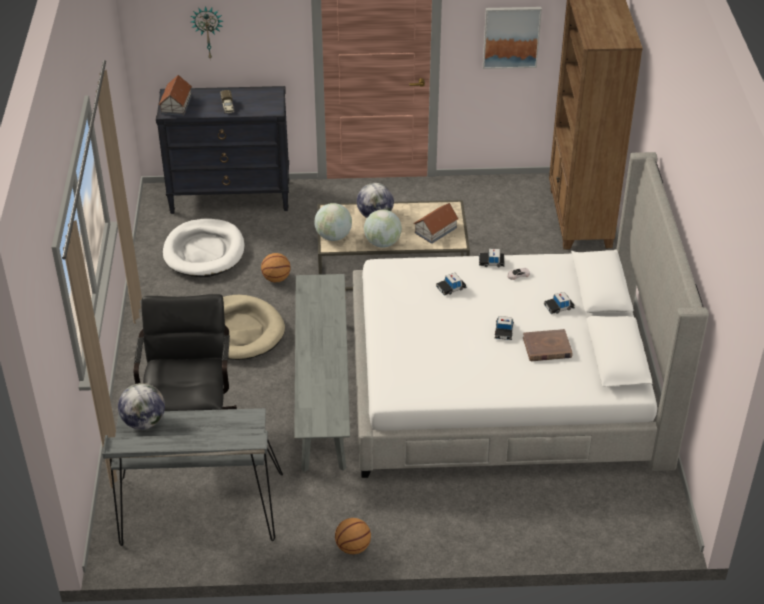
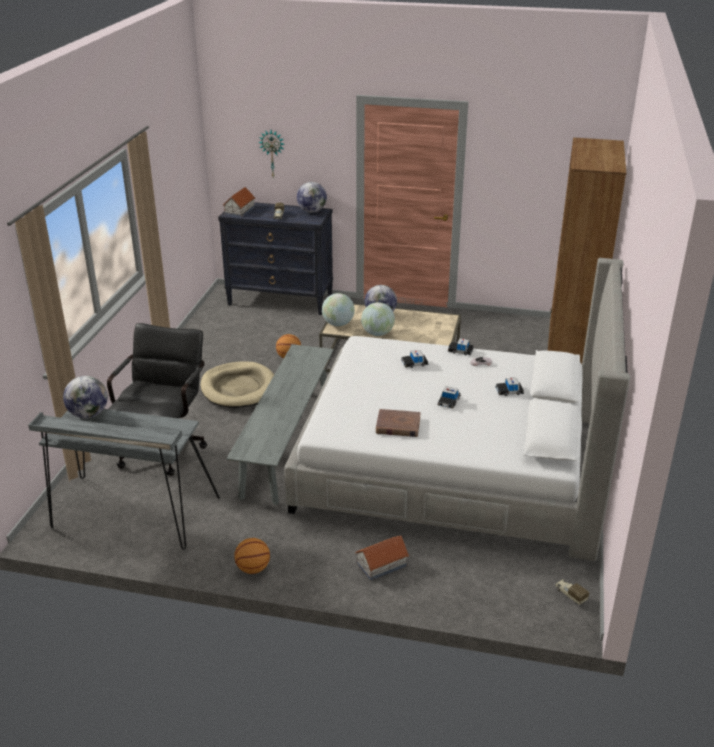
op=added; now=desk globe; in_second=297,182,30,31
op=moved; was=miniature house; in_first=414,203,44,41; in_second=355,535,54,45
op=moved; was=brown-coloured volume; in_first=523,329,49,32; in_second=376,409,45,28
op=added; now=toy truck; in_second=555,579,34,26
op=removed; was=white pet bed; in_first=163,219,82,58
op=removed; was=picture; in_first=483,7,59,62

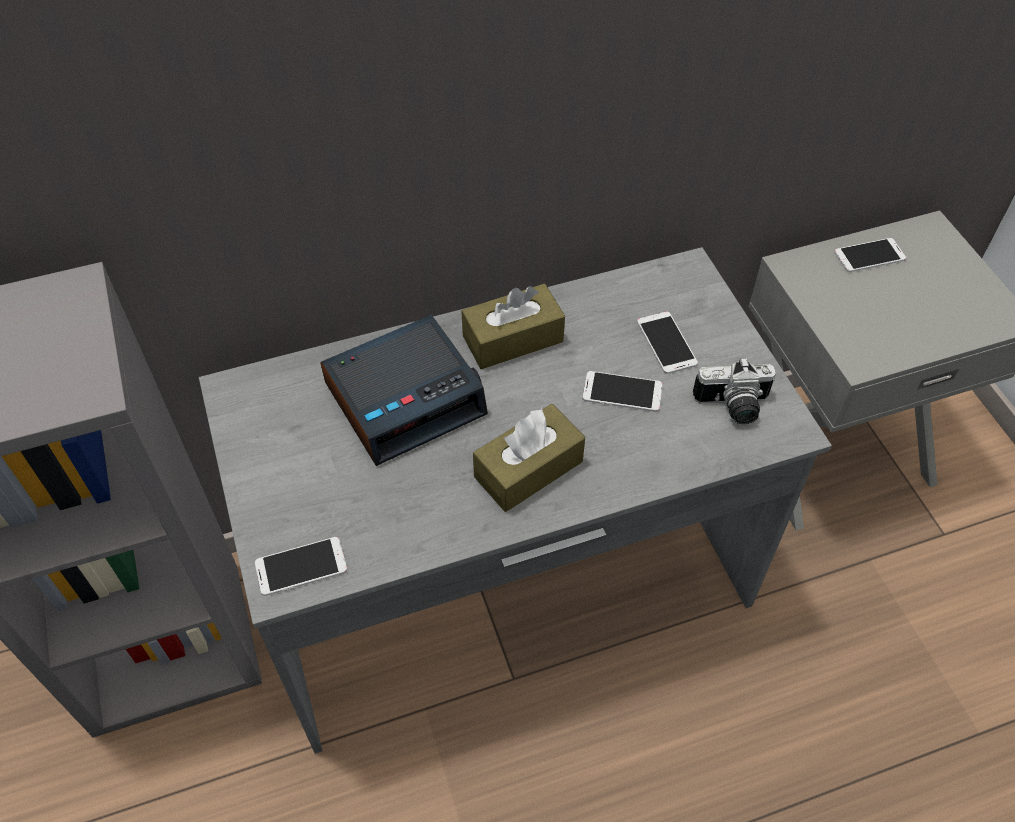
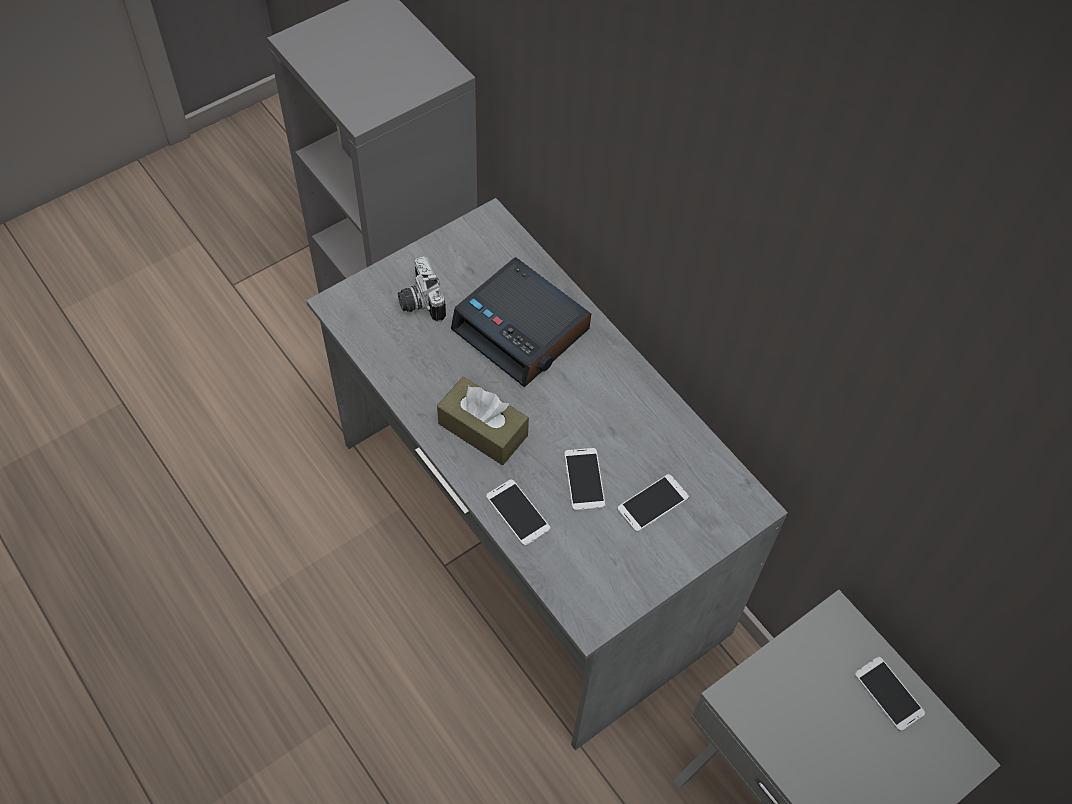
op=moved; was=photo camera; in_first=693,357,83,67; in_second=398,256,48,66
op=moved; was=phone; in_first=255,537,92,59; in_second=486,479,65,67
op=removed; was=brown-coloured box of tissues; in_first=461,284,104,85

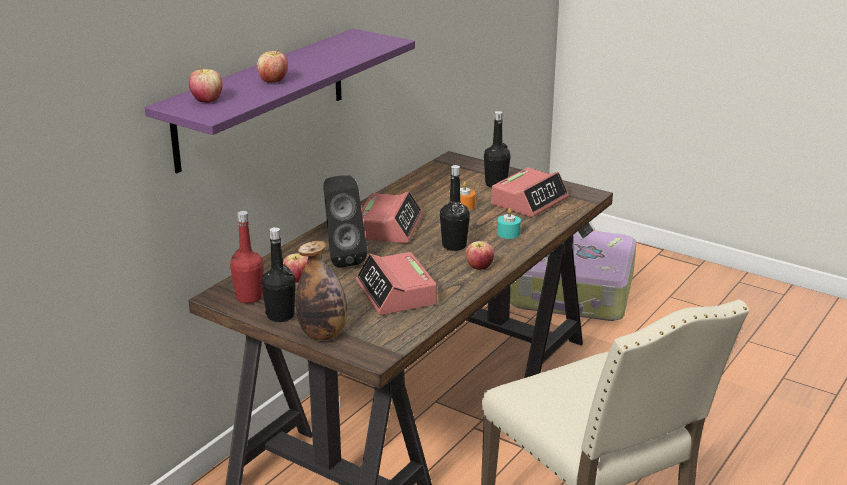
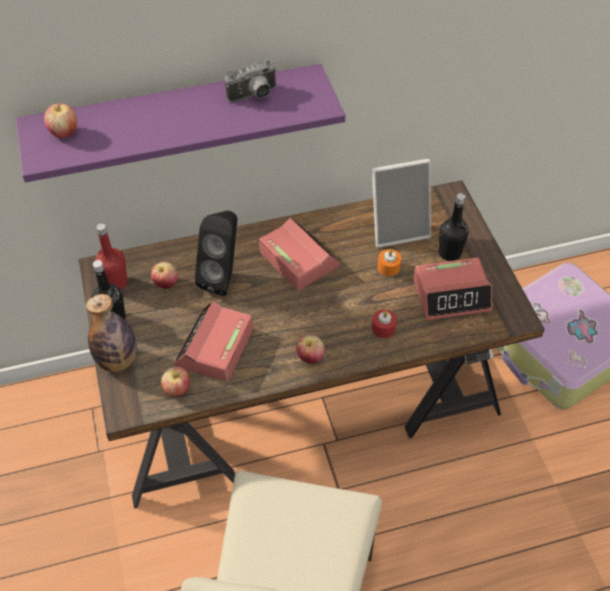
op=moved; was=apple; in_first=257,49,31,34; in_second=161,367,29,29
op=added; now=photo camera; in_second=225,61,52,41
op=turned; was=bedside clock; in_first=361,191,62,52; in_second=259,218,81,72; clockwise=-90
op=added; now=picture frame; in_second=372,159,59,89
op=recoloured; was=blue-green wax candle; now=red-coloured wax candle; in_first=497,208,24,31; in_second=372,309,25,29
op=removed; was=blackish drink bottle; in_first=440,165,30,86

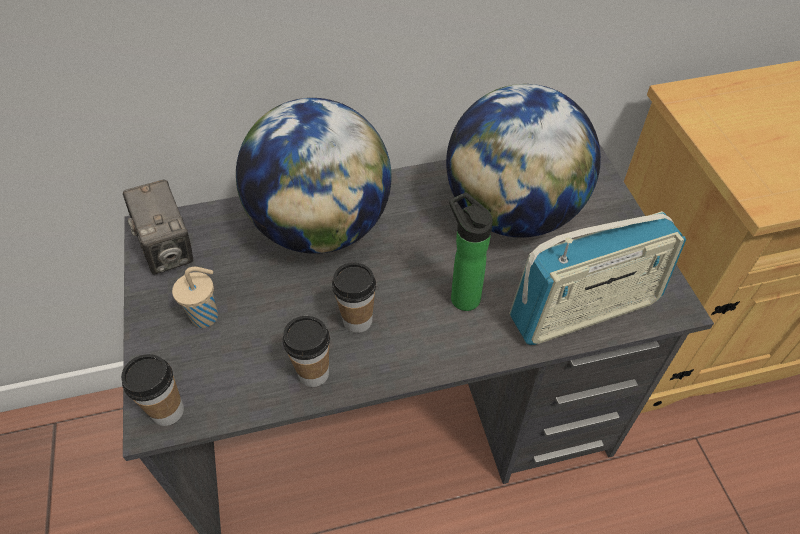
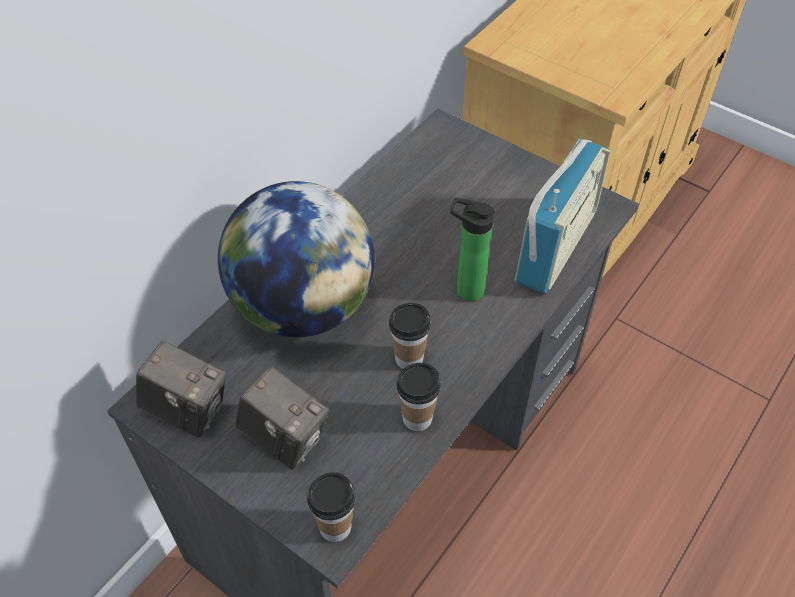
op=replaced; was=beige-coloured cup; now=photo camera; in_first=172,267,46,61; in_second=235,367,94,102
op=removed; was=desk globe; in_first=446,84,155,154

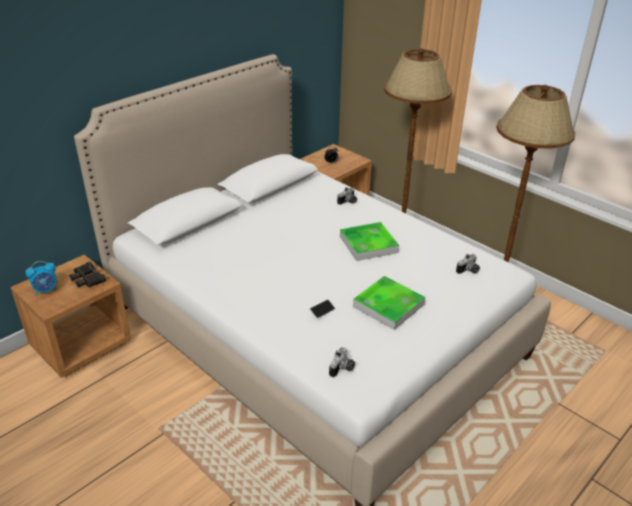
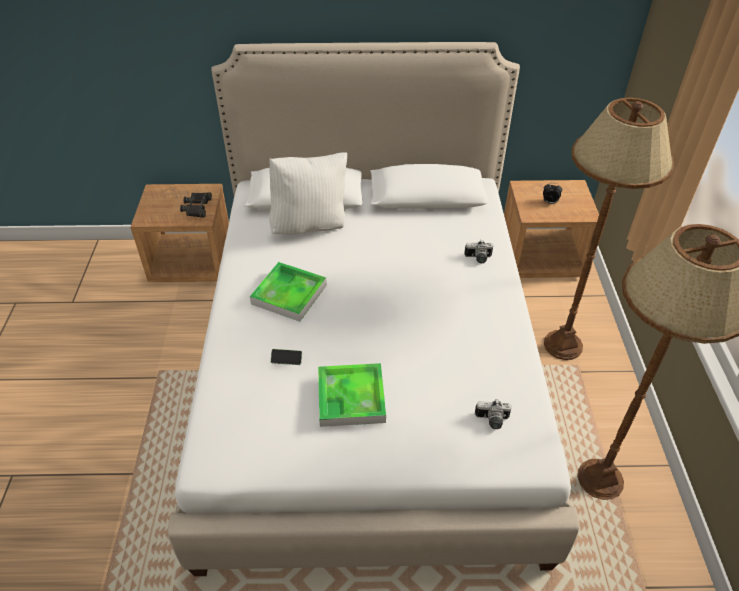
op=moved; was=tray; in_first=340,222,59,39; in_second=250,262,77,60
op=added; now=white cushion; in_second=269,152,78,82
op=removed; was=bedside clock; in_first=26,261,32,35
op=removed; was=photo camera; in_first=329,347,26,30

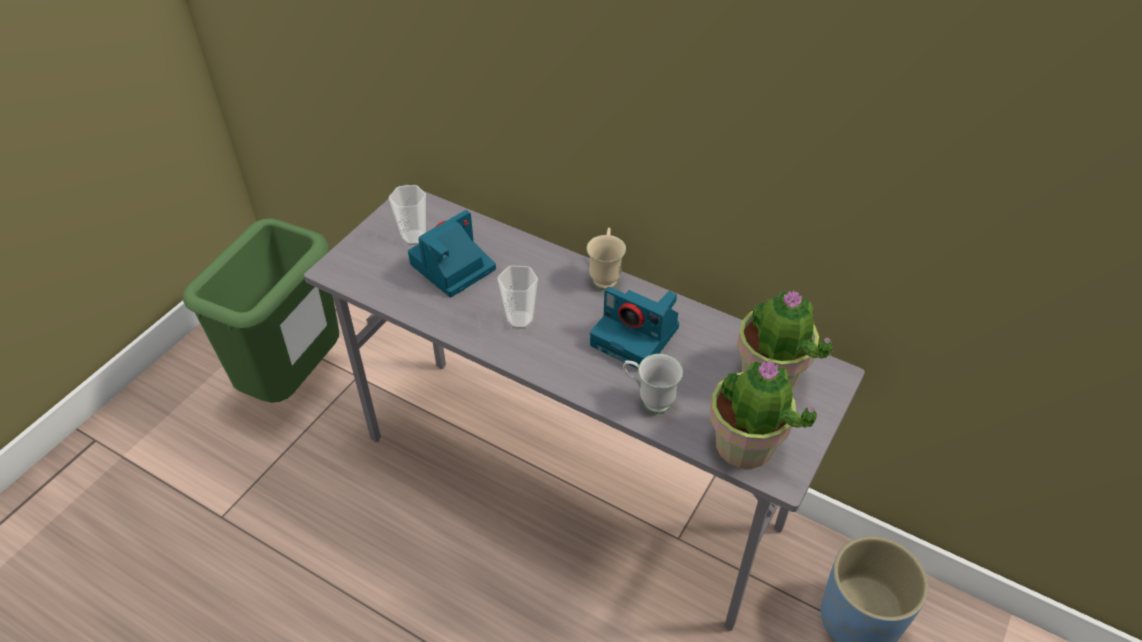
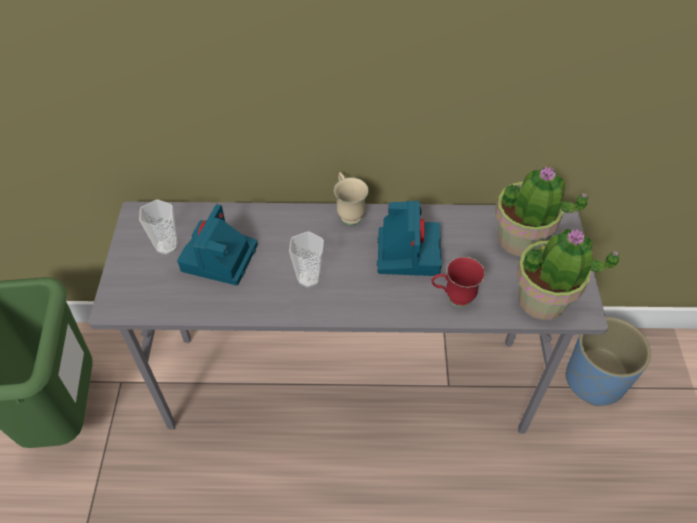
op=turned; was=photo camera; in_first=590,287,89,82; in_second=377,201,65,75; clockwise=-90
op=recoloured; was=white mug; now=red-coloured mug; in_first=623,354,60,60; in_second=431,257,54,50

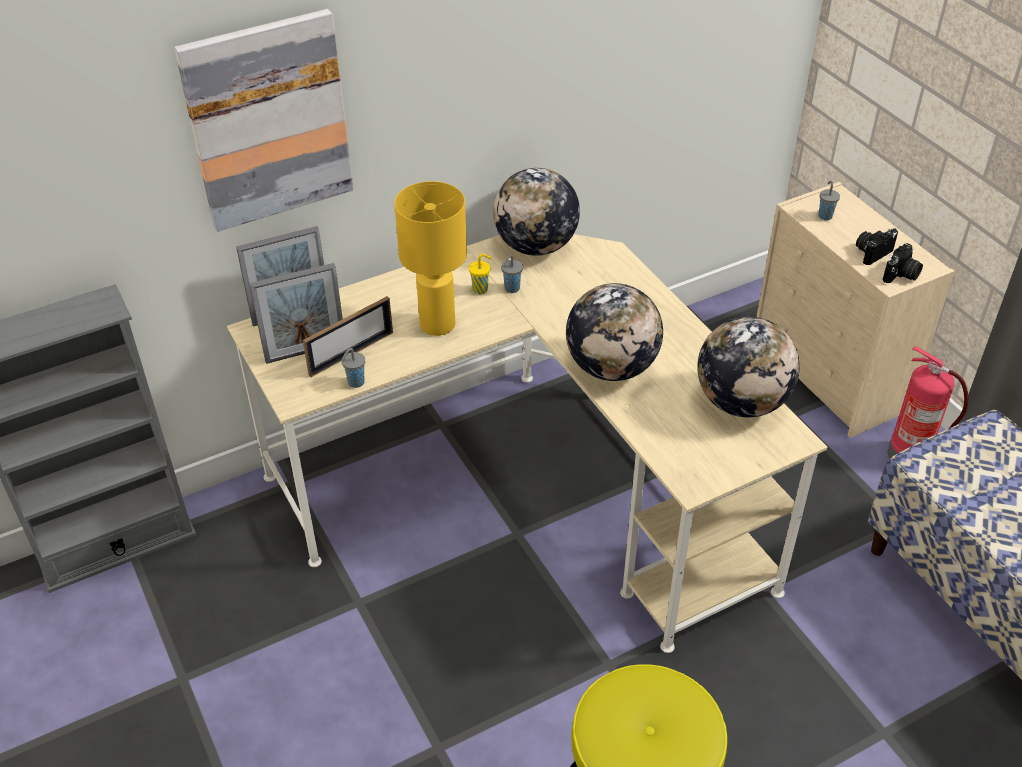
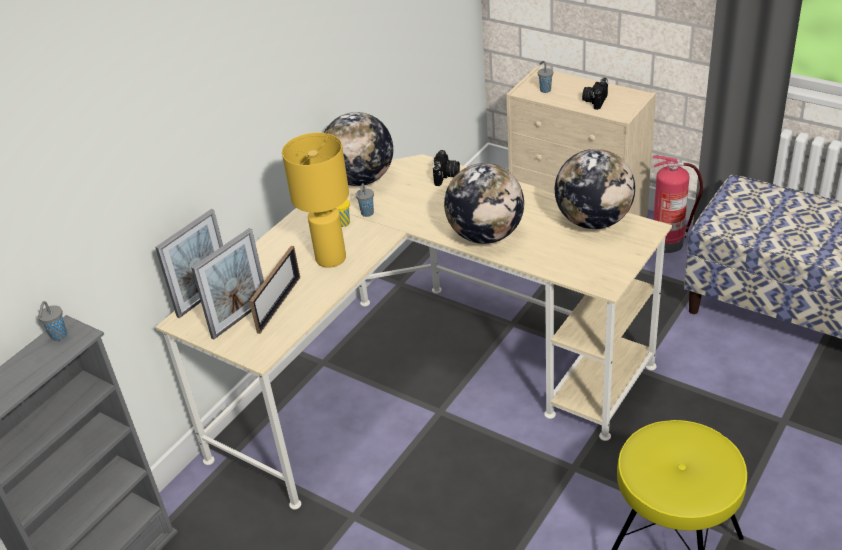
op=moved; was=greyish cup; in_first=341,348,24,40; in_second=38,301,29,40
op=moved; was=photo camera; in_first=883,243,40,40; in_second=432,150,28,36
op=removed; was=picture; in_first=174,9,179,223

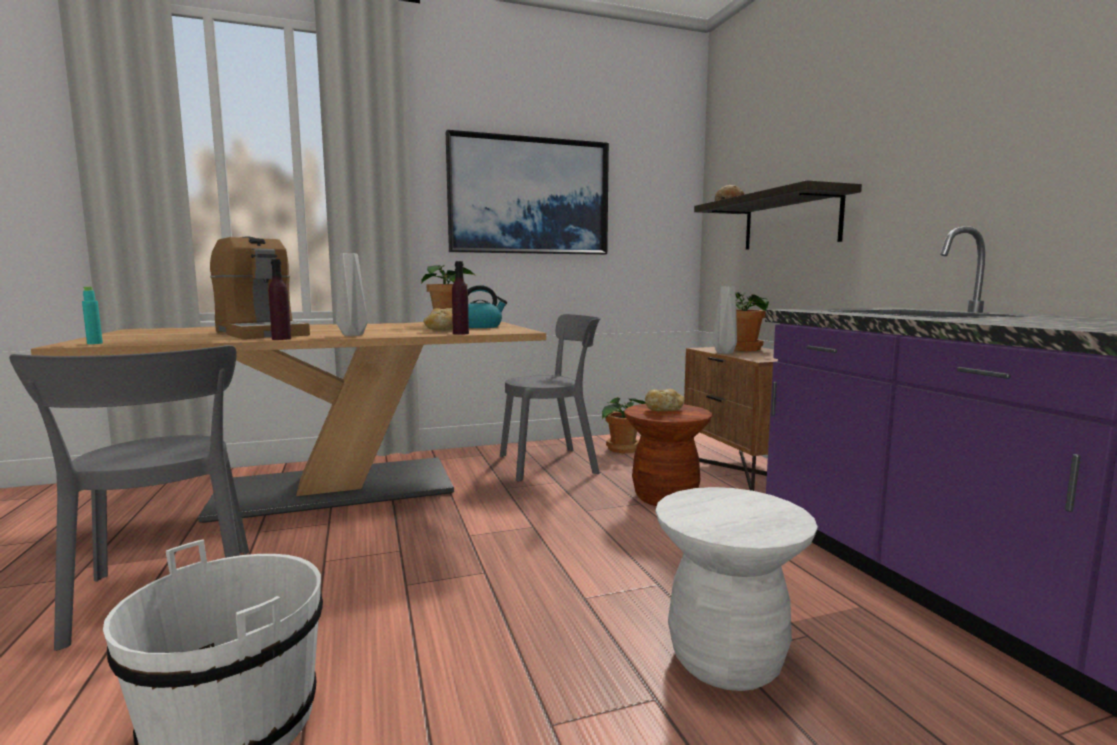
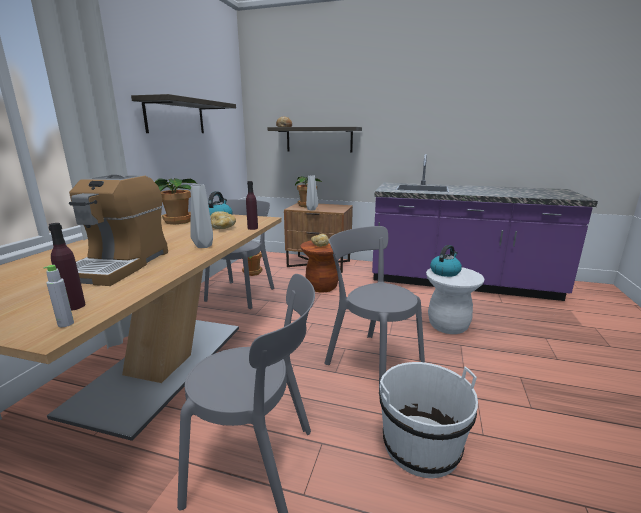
op=recoloured; was=blue-green drink bottle; now=greyish drink bottle; in_first=82,287,21,57; in_second=43,265,31,62
op=moved; was=purple-coloured drink bottle; in_first=269,259,22,81; in_second=49,223,37,88
op=turned; was=coffee machine; in_first=210,237,100,102; in_second=69,174,99,112; clockwise=105
op=replaced; was=picture; now=wall shelf; in_first=446,130,163,125; in_second=131,94,105,39
op=added; now=greyish plain chair; in_second=324,226,101,167
op=added; now=kettle; in_second=430,245,32,32

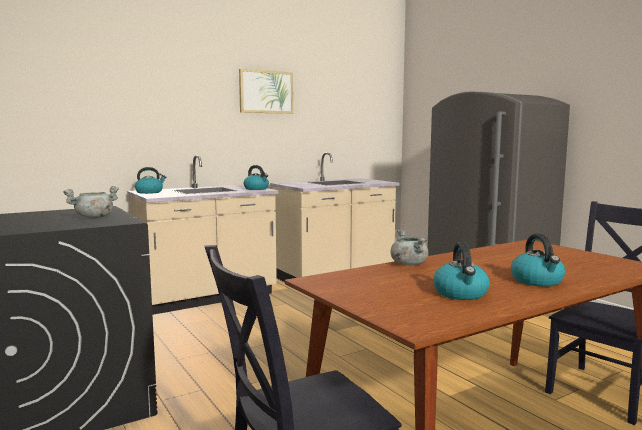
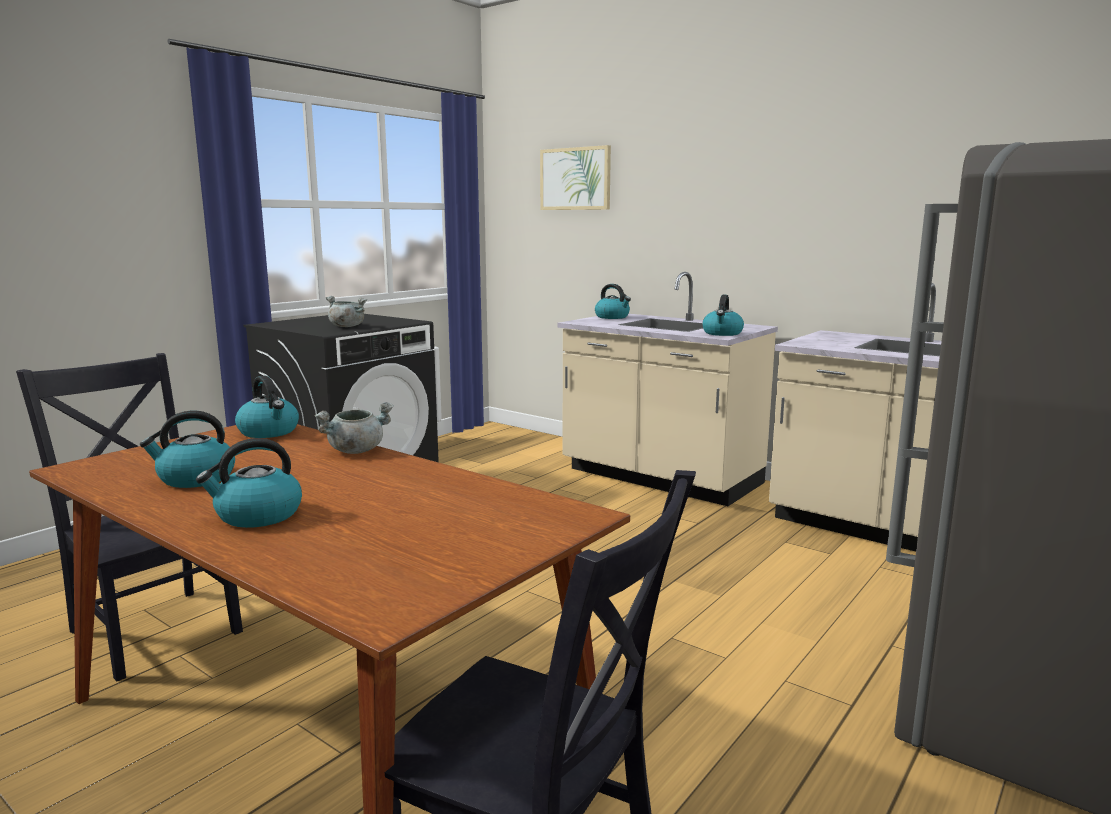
op=added; now=kettle; in_second=235,375,64,63
op=moved; was=picture; in_first=239,69,54,45; in_second=540,145,71,65

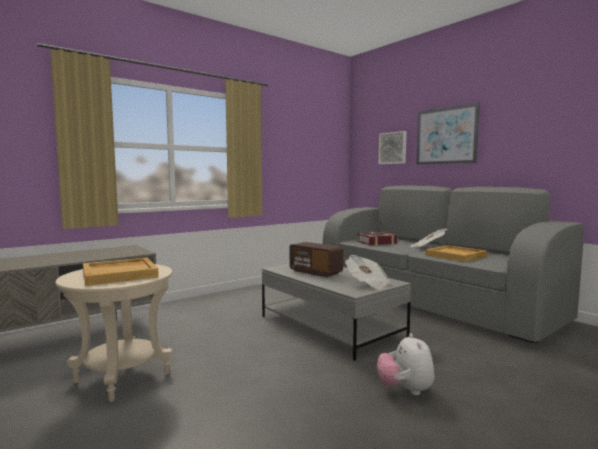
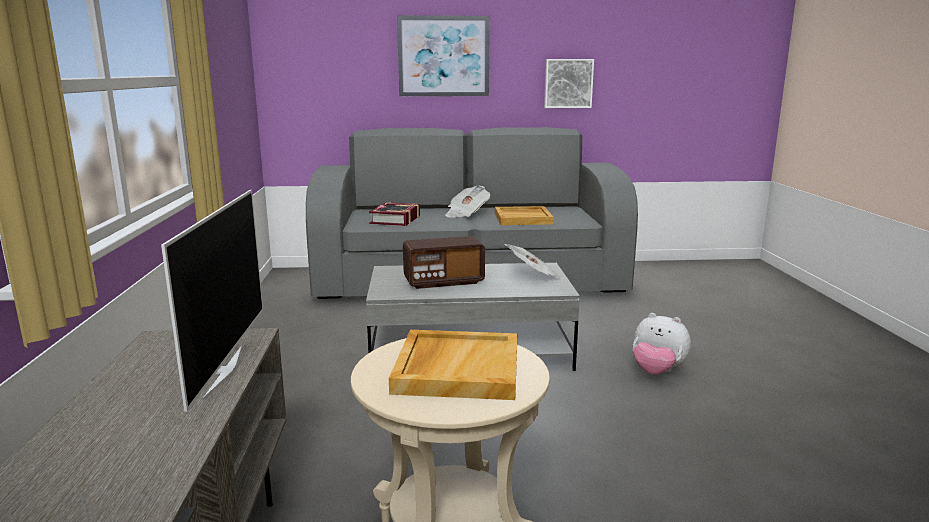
op=added; now=TV set; in_second=161,190,102,221
op=moved; was=picture; in_first=379,131,28,33; in_second=544,59,50,49

